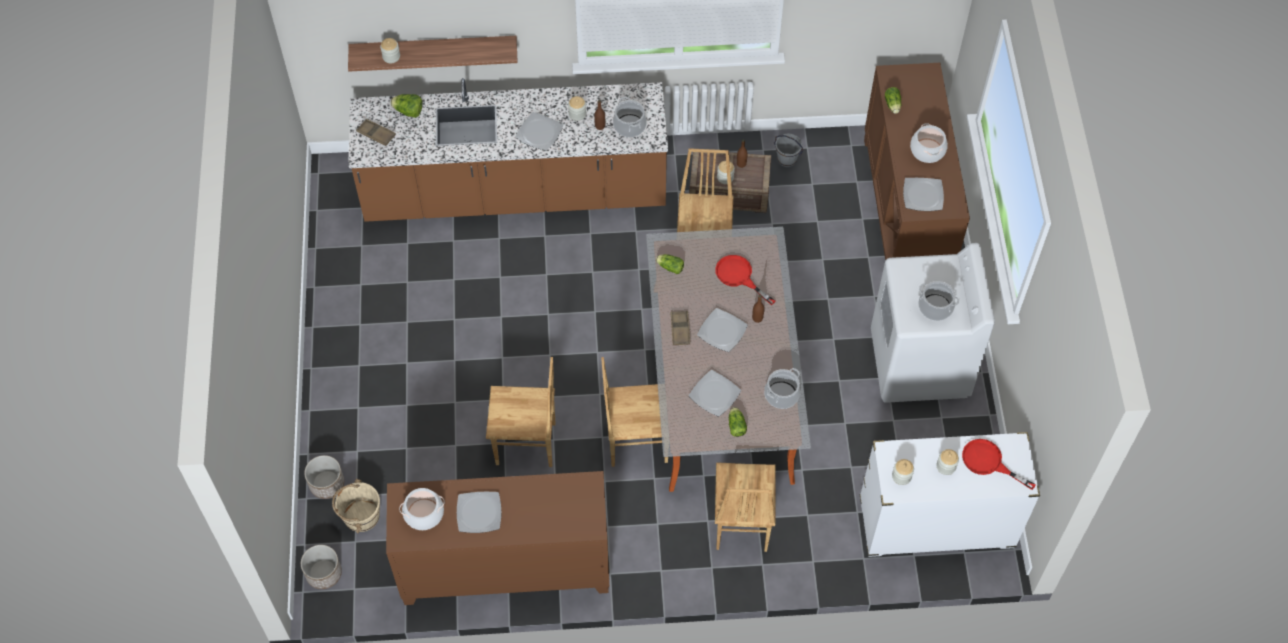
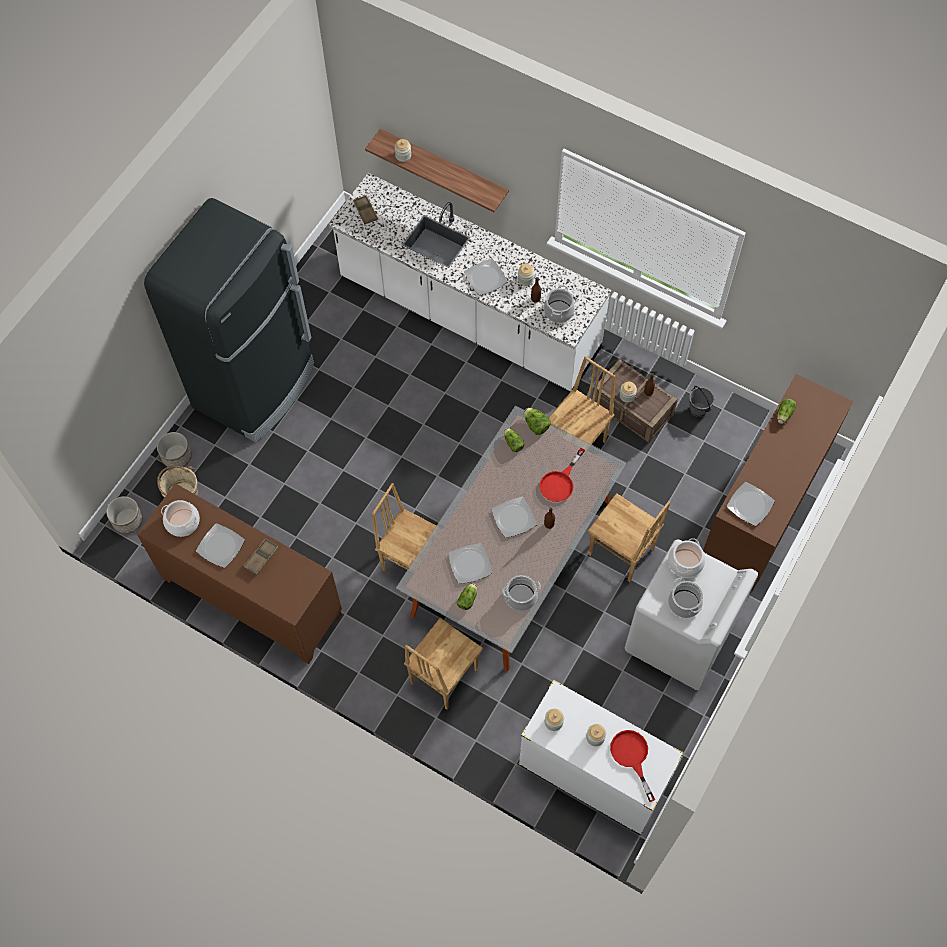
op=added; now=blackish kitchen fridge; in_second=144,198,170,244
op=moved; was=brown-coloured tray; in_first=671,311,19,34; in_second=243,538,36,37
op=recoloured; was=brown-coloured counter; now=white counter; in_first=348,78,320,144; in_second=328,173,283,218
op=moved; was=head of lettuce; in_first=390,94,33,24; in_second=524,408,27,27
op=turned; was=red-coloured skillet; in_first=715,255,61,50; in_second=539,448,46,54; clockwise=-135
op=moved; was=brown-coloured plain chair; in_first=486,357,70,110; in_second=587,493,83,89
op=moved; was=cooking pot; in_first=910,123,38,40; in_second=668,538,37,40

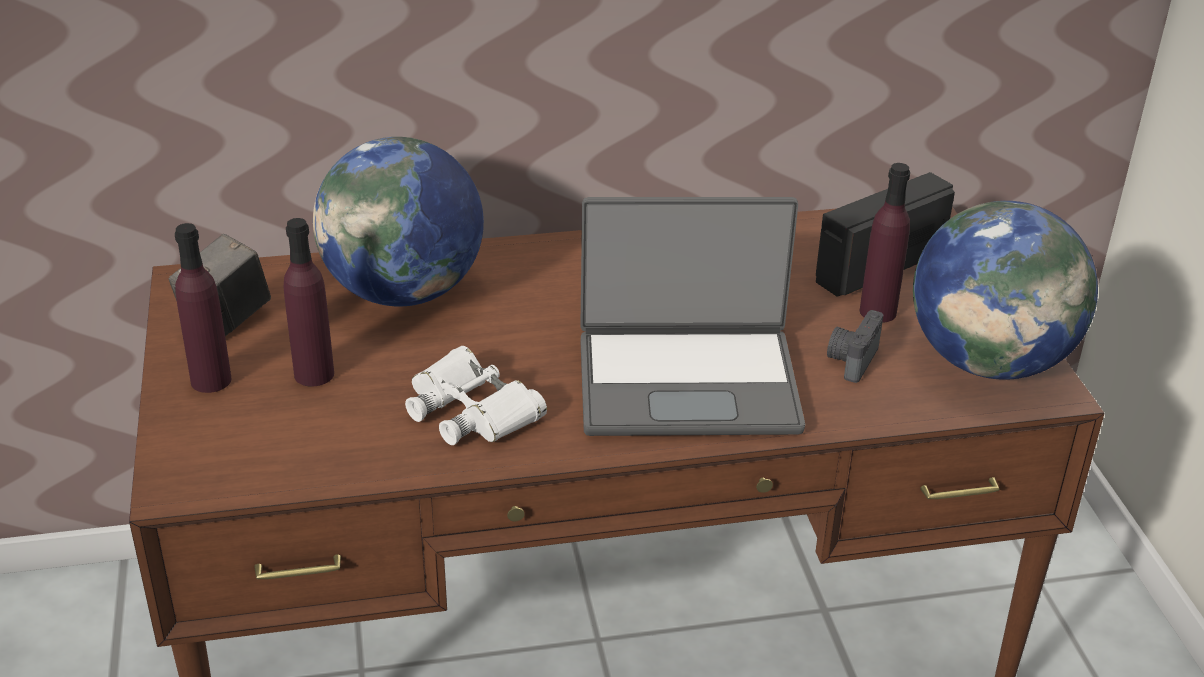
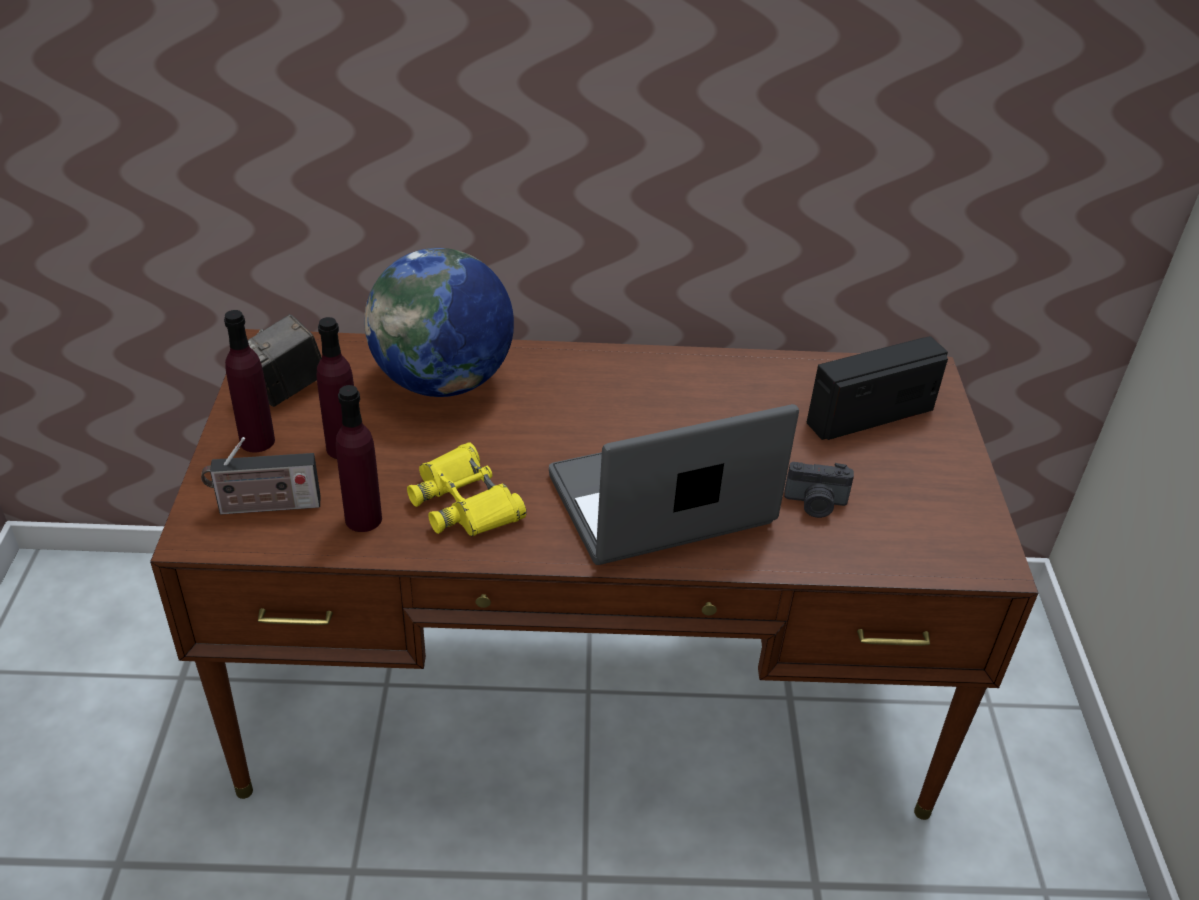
op=added; now=radio set; in_second=201,437,120,77
op=moved; was=purple-coloured drink bottle; in_first=860,163,50,160; in_second=336,385,46,147
op=recoloured; was=white field glasses; now=yellow-coloured field glasses; in_first=405,346,142,99; in_second=407,442,119,94
op=turned; was=notebook computer; in_first=581,197,224,239; in_second=549,404,250,161; clockwise=150
op=turned; was=photo camera; in_first=827,310,56,73; in_second=784,462,70,56; clockwise=-120
op=removed; was=desk globe; in_first=913,201,185,179

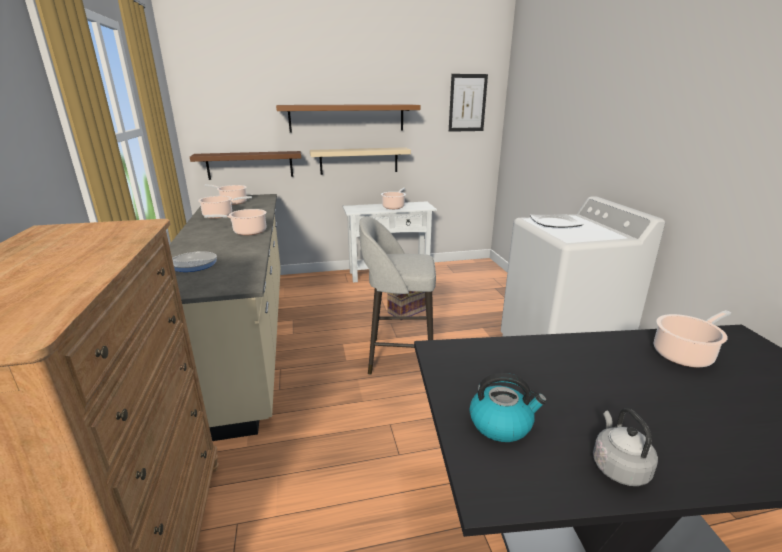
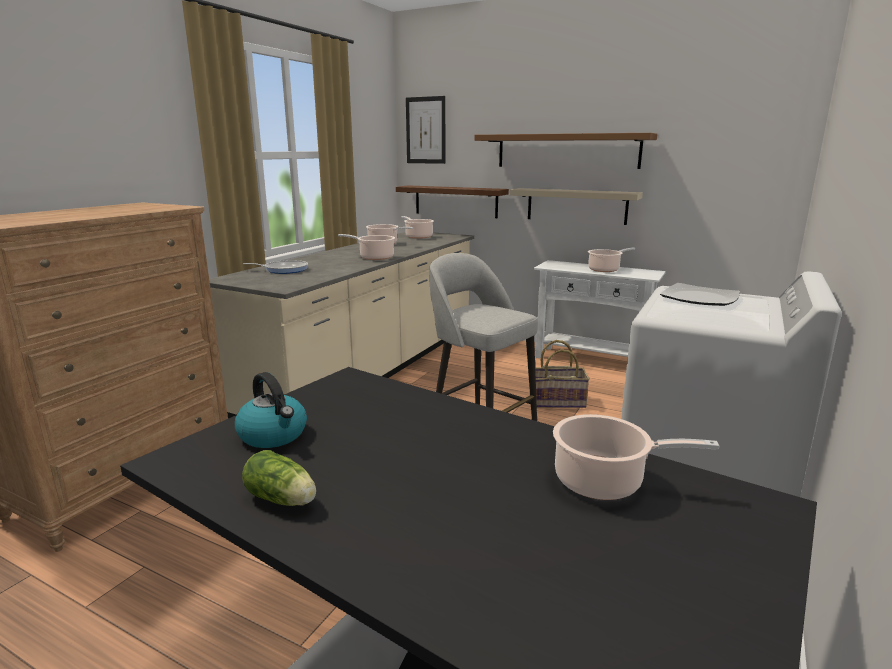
op=replaced; was=greyish kettle; now=head of lettuce; in_first=593,408,65,78; in_second=242,450,74,56
op=moved; was=picture; in_first=449,74,39,58; in_second=406,96,39,68

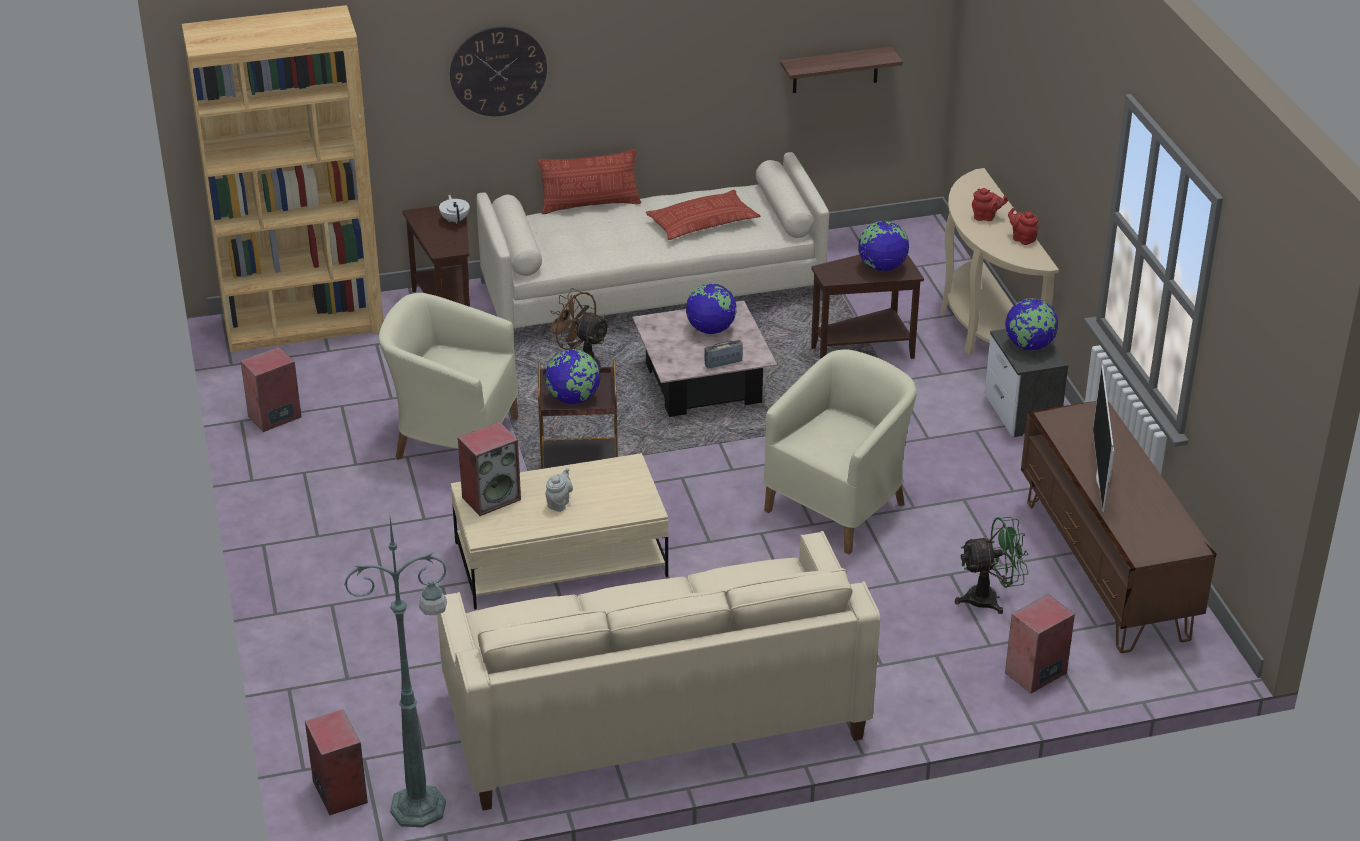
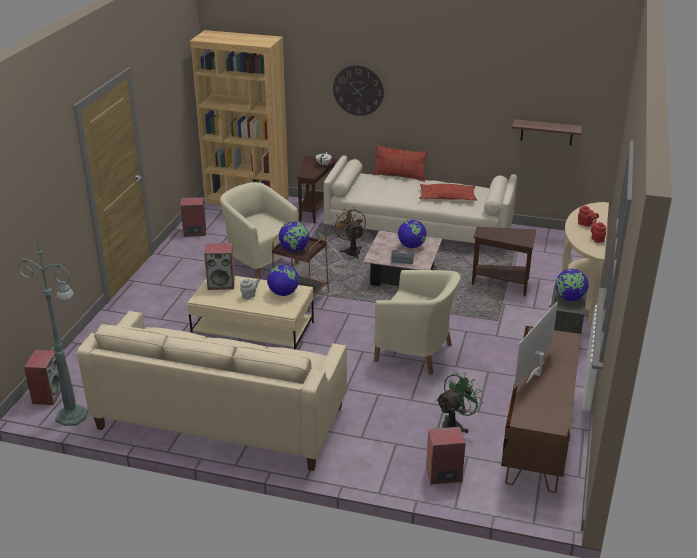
op=moved; was=desk globe; in_first=858,221,51,50; in_second=267,264,32,32
op=turned; was=beige-coloured lounge chair; in_first=763,349,154,206; in_second=374,270,87,105; clockwise=45
op=turned; was=green-coloured fan; in_first=955,517,74,97; in_second=436,372,47,61; clockwise=-60

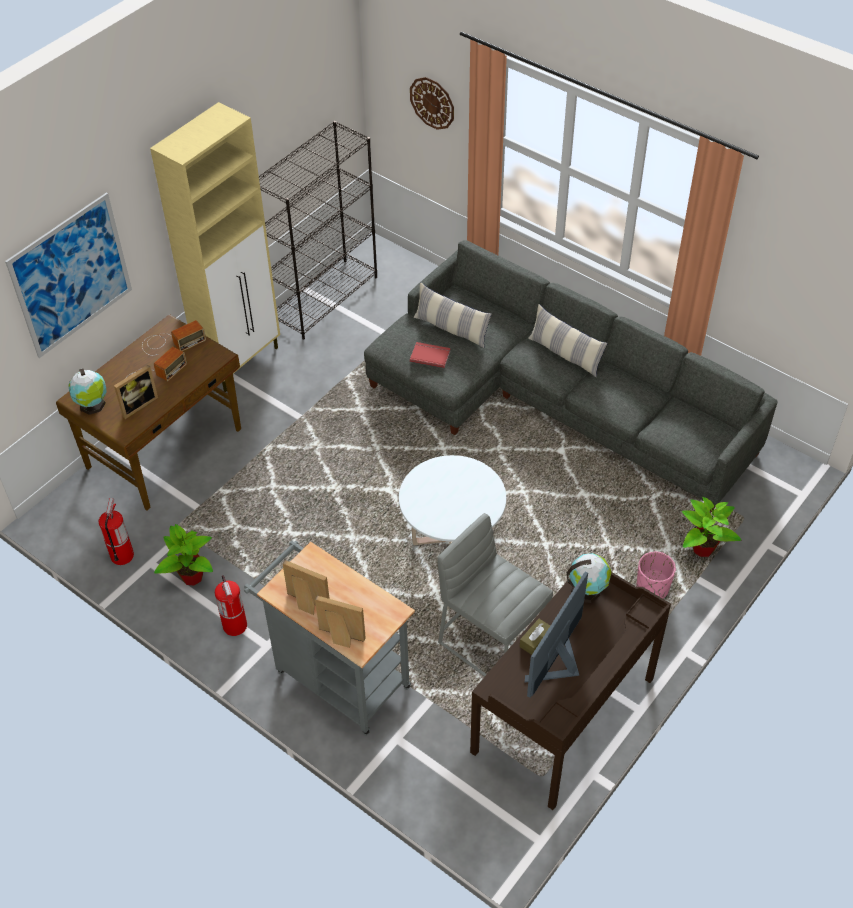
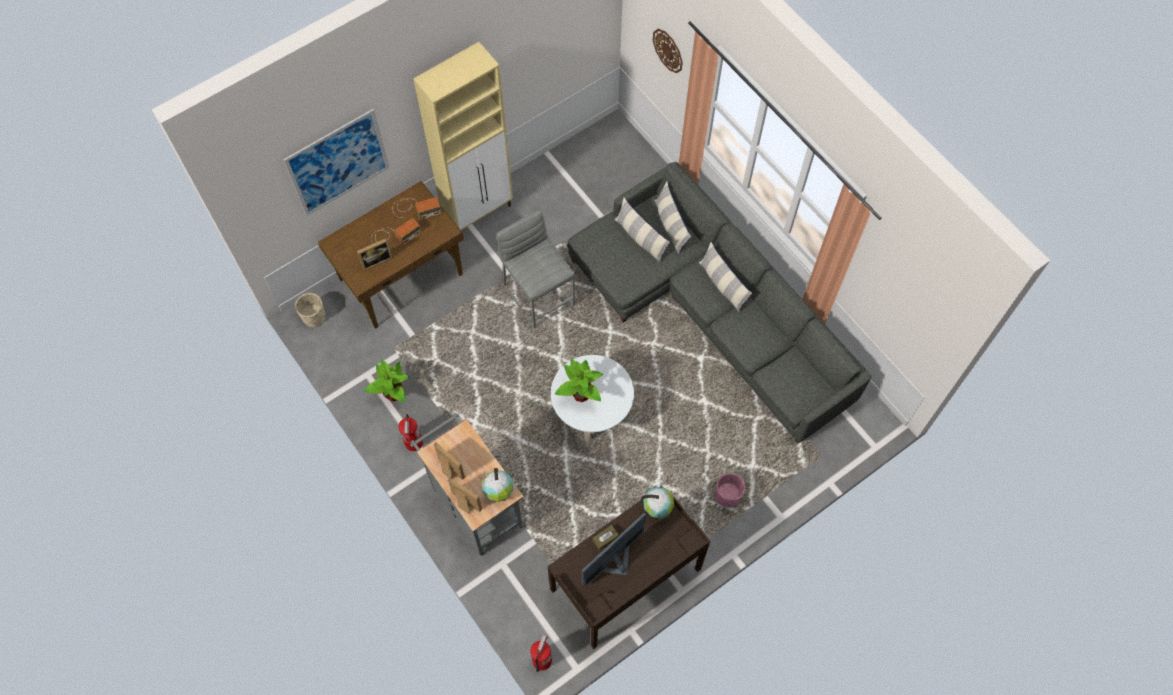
op=added; now=beige-coloured flower pot; in_second=295,293,31,34
op=moved; was=desk globe; in_first=68,368,39,47; in_second=482,468,31,34
op=moved; was=greyish stool; in_first=437,513,116,164; in_second=497,210,78,119
op=moved; was=fire-fighting cylinder; in_first=99,498,35,67; in_second=530,635,22,37
op=moved; was=potted plant; in_first=682,497,59,60; in_second=555,359,48,43
op=added; now=cushion; in_second=655,181,37,74
op=removed; was=blackish shelving unit; in_first=259,121,118,219
op=removed; was=red-coloured volume; in_first=410,342,41,26

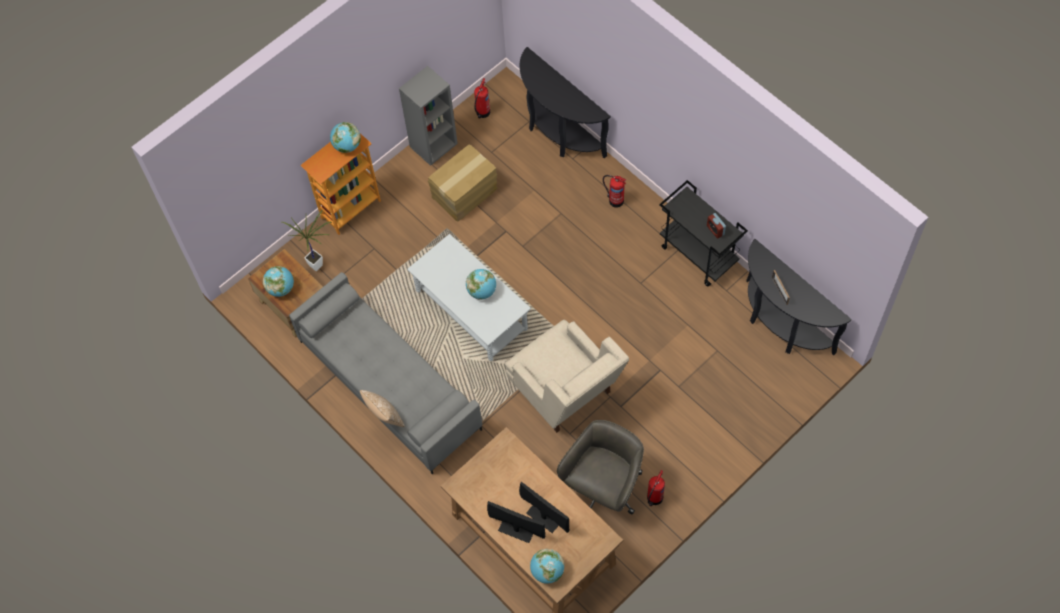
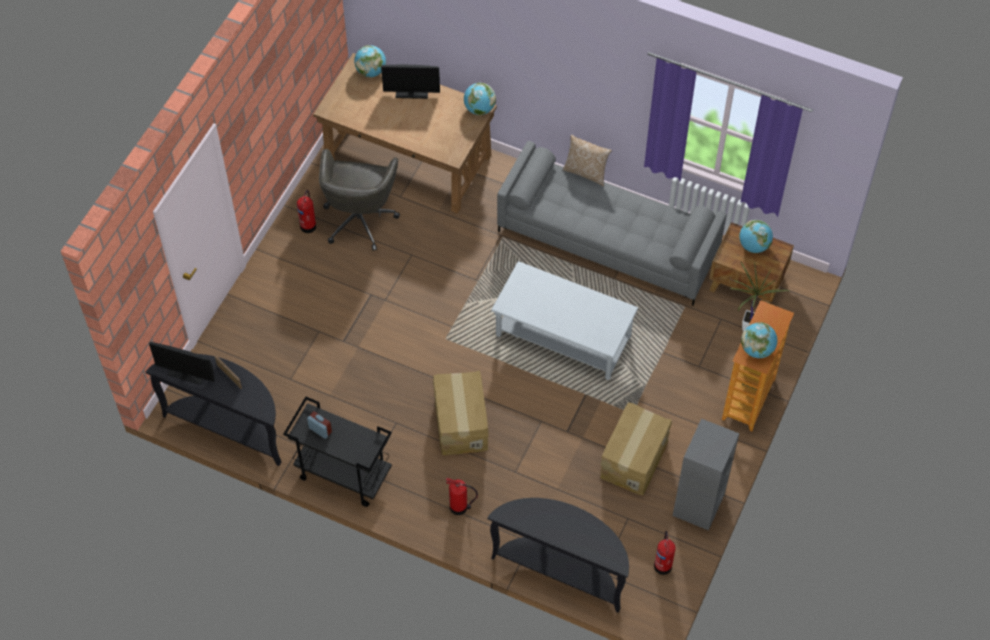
op=moved; was=computer screen; in_first=519,482,50,51; in_second=149,342,66,43
op=added; now=carton; in_second=433,370,56,85
op=moved; was=desk globe; in_first=466,269,30,31; in_second=464,83,32,32
op=removed; was=beige-coloured lounge chair; in_first=505,320,124,113

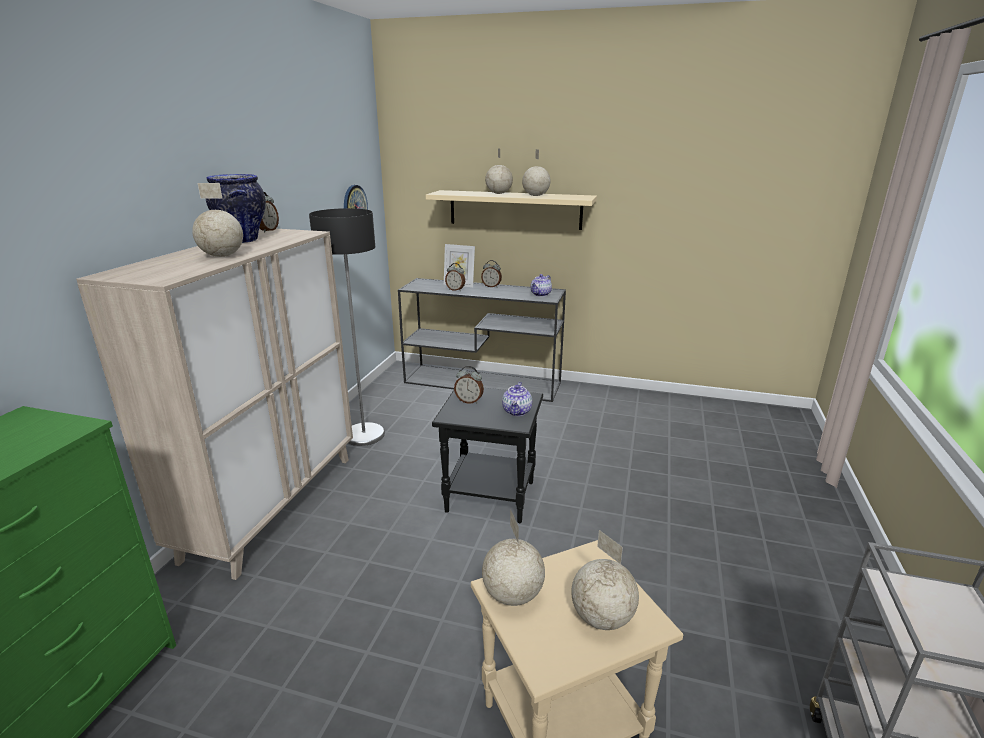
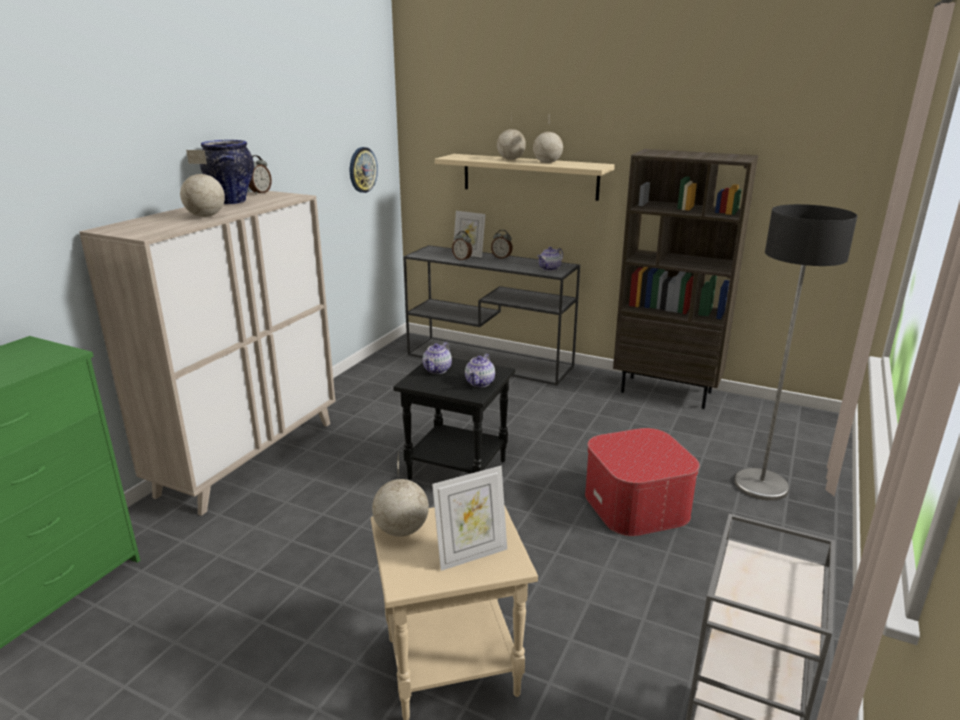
op=replaced; was=bedside clock; now=pot for tea; in_first=454,366,30,38; in_second=423,342,29,32
op=replaced; was=desk globe; now=picture frame; in_first=571,530,68,100; in_second=432,466,75,105
op=added; now=ottoman; in_second=585,428,115,108
op=added; now=brown-coloured shelving unit; in_second=613,149,145,260
op=moved; was=standard lamp; in_first=309,208,76,238; in_second=734,204,123,297

